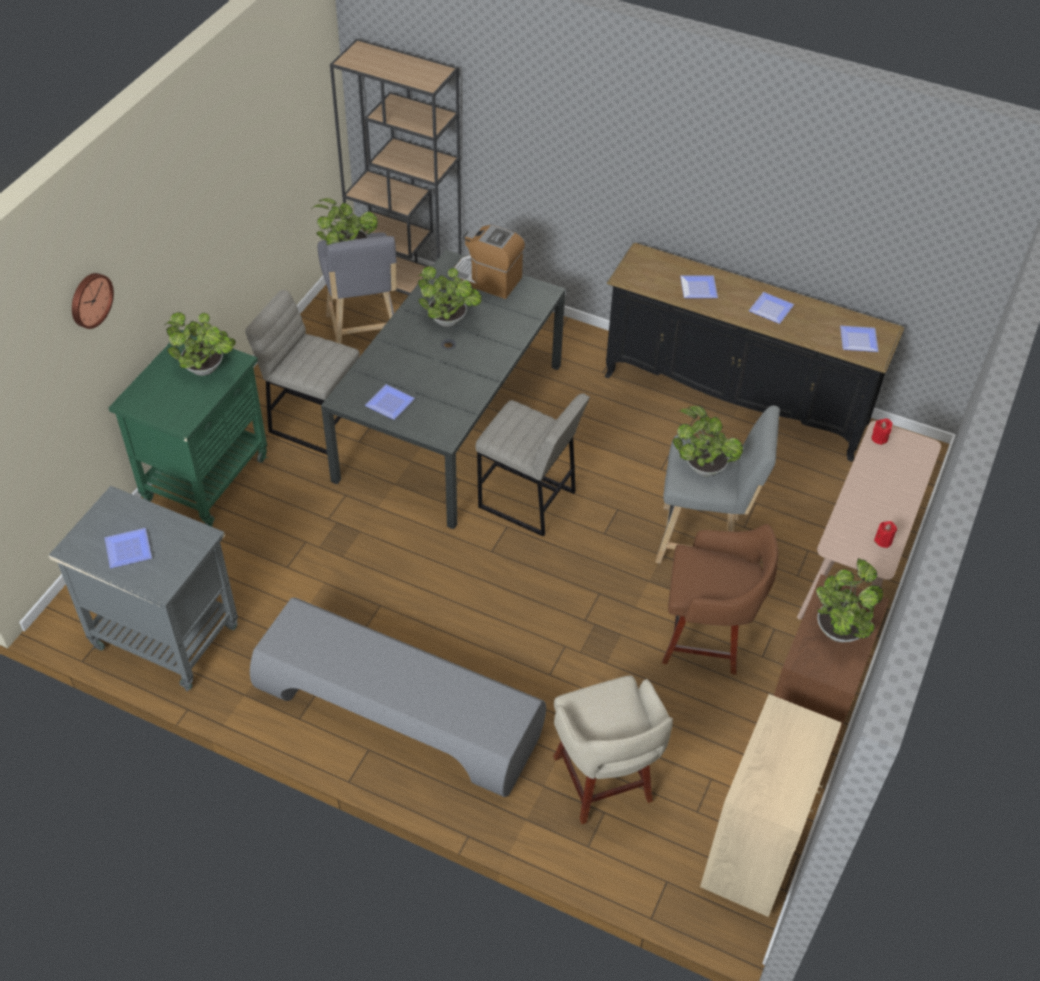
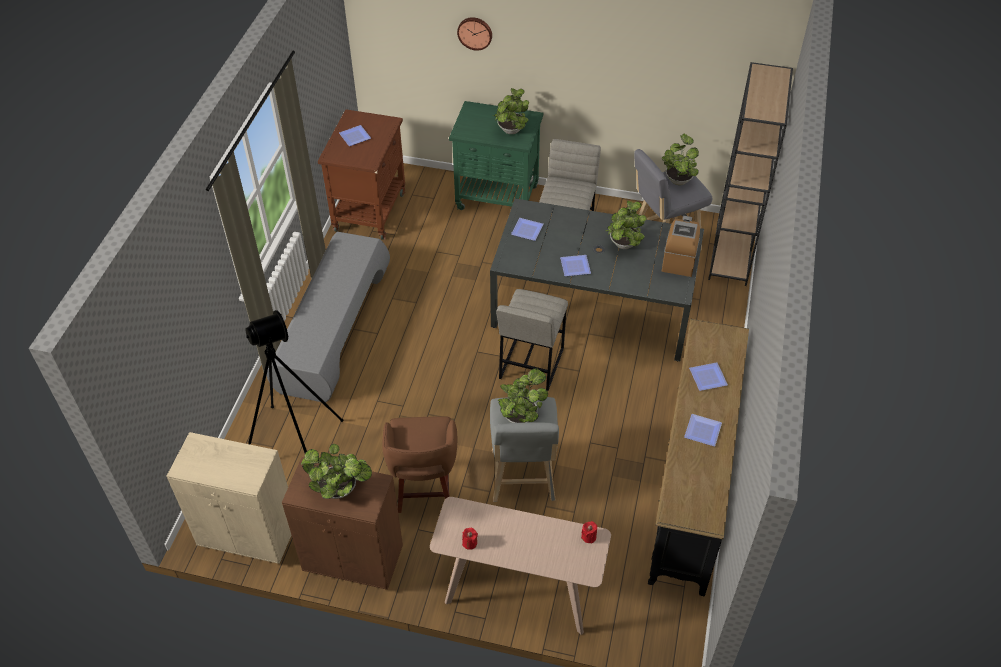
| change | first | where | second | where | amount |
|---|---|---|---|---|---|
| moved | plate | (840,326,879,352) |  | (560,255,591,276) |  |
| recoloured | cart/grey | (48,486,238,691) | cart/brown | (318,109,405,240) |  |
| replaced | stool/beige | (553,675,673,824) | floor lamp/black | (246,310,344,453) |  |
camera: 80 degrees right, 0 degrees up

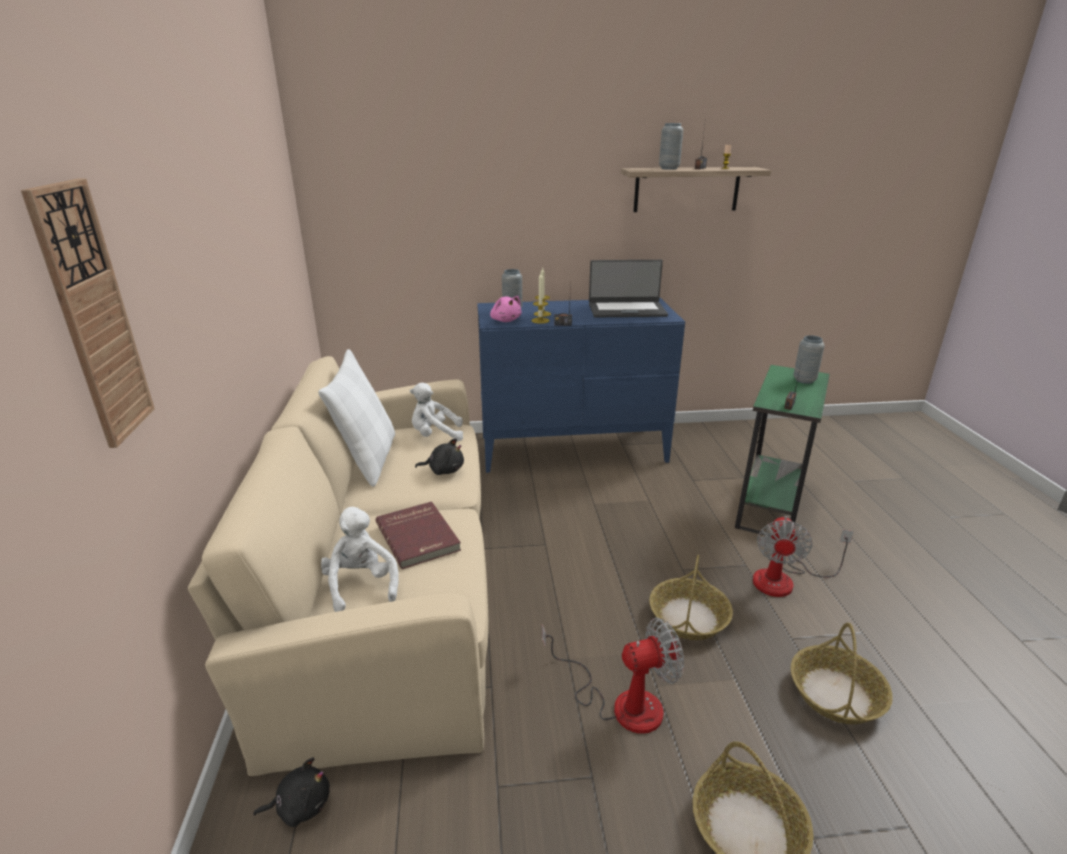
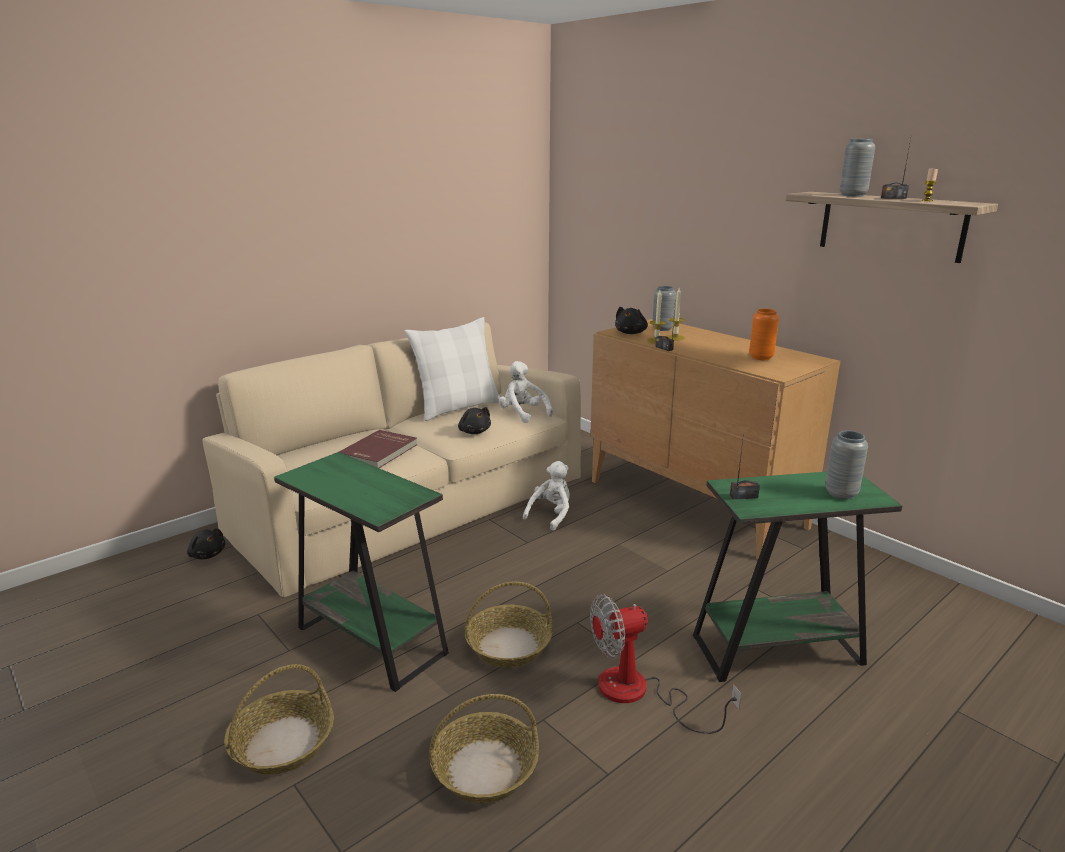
| change | first | where | second | where | amount |
|---|---|---|---|---|---|
| removed | wall clock | (21,178,155,448) |  |  |  |
| replaced | laptop | (589,260,668,317) | vase/orange | (749,309,779,360) |  |
| recoloured | plush toy/pink | (490,296,522,322) | plush toy/black | (615,307,648,334) |  |
| recoloured | cabinet/blue | (477,298,685,473) | cabinet/brown | (590,319,841,559) |  |
| moved | plush toy/white | (321,507,399,612) |  | (523,461,570,531) |  |
| replaced | fan | (542,618,684,734) | side table/green | (274,452,449,692) |  |
camera: 55 degrees right, 5 degrees down

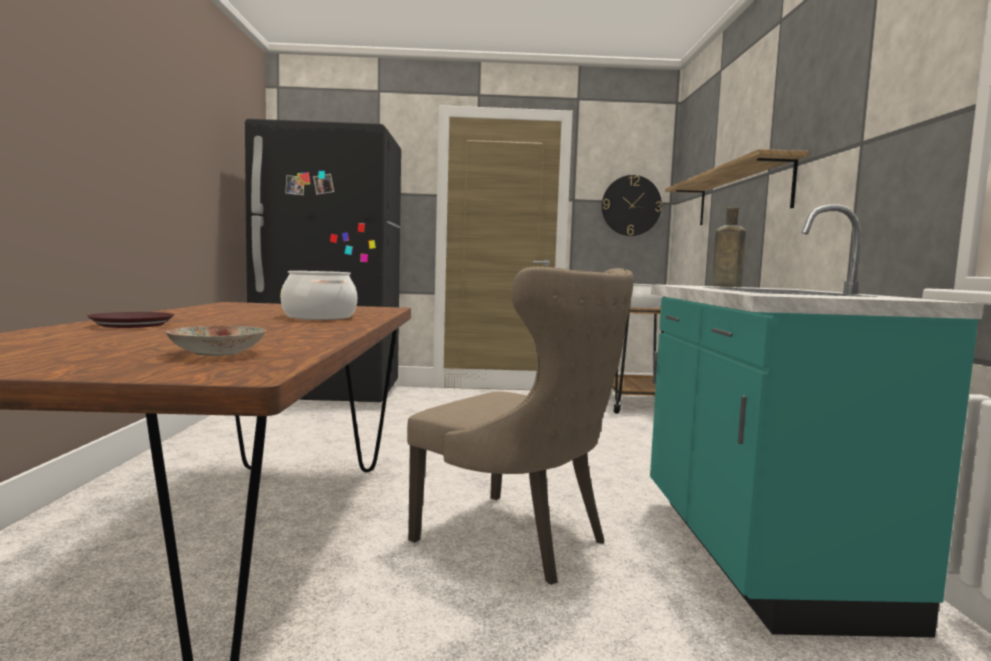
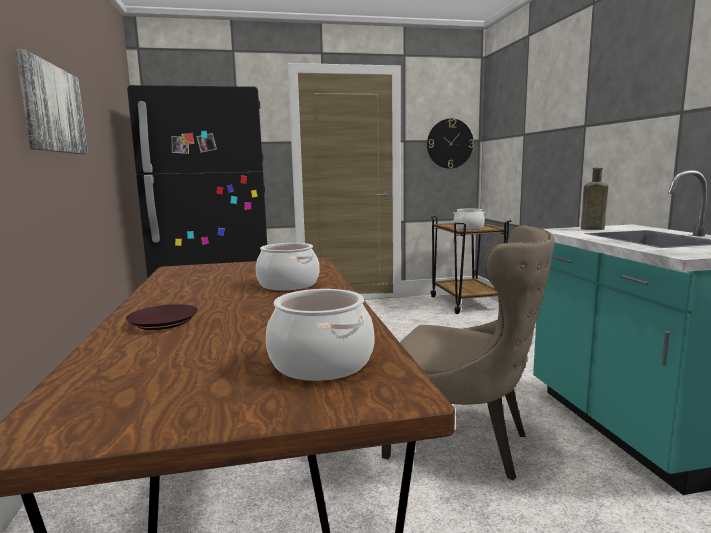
| change | first | where | second | where | amount |
|---|---|---|---|---|---|
| removed | shelf | (665,149,809,225) |  |  |  |
| replaced | plate | (165,326,266,356) | cooking pot | (266,289,375,381) |  |
| added |  |  | picture | (15,49,88,154) |  |
camera: 10 degrees left, 5 degrees up

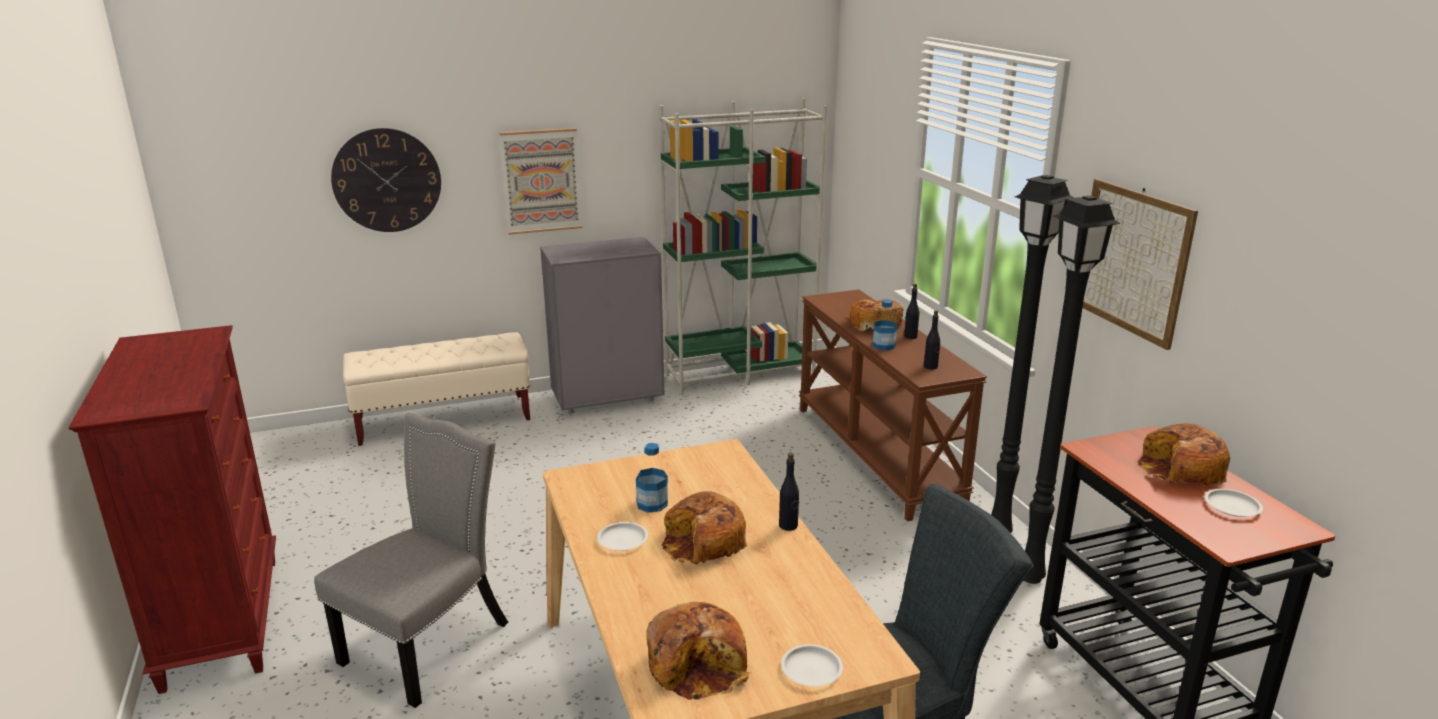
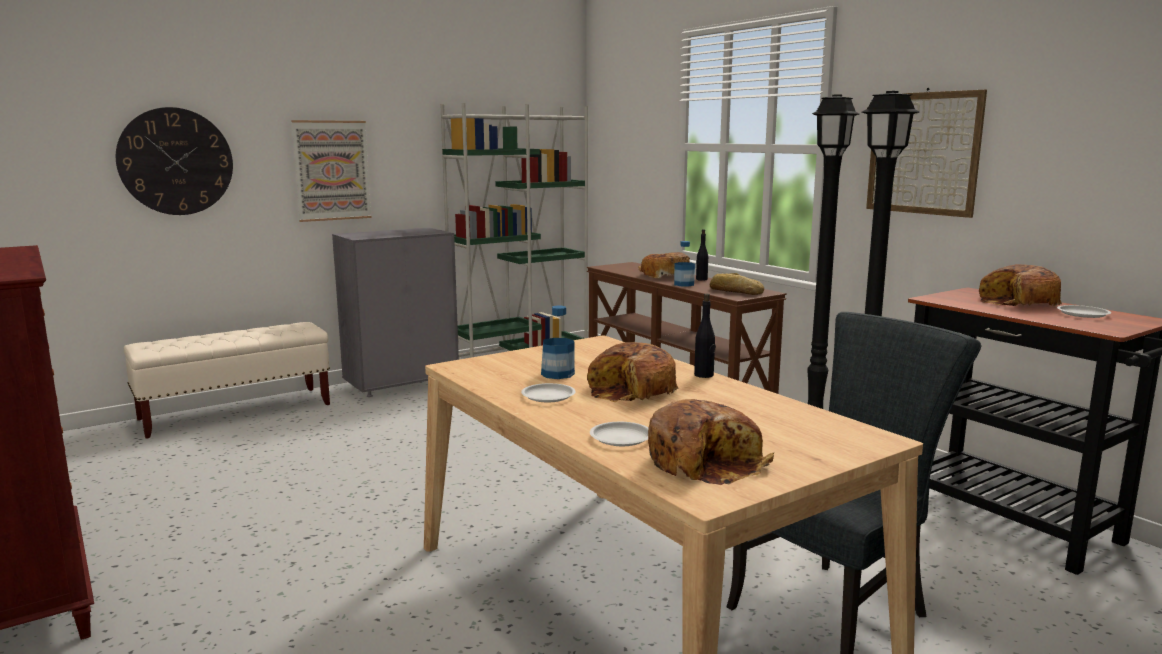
| change | first | where | second | where | amount |
|---|---|---|---|---|---|
| replaced | bottle/black | (924,310,940,369) | bread | (710,273,764,295) |  |
| removed | chair/grey | (314,413,509,708) |  |  |  |
| moved | plate/white | (781,644,843,687) |  | (590,422,648,446) |  |
camera: 15 degrees left, 10 degrees down

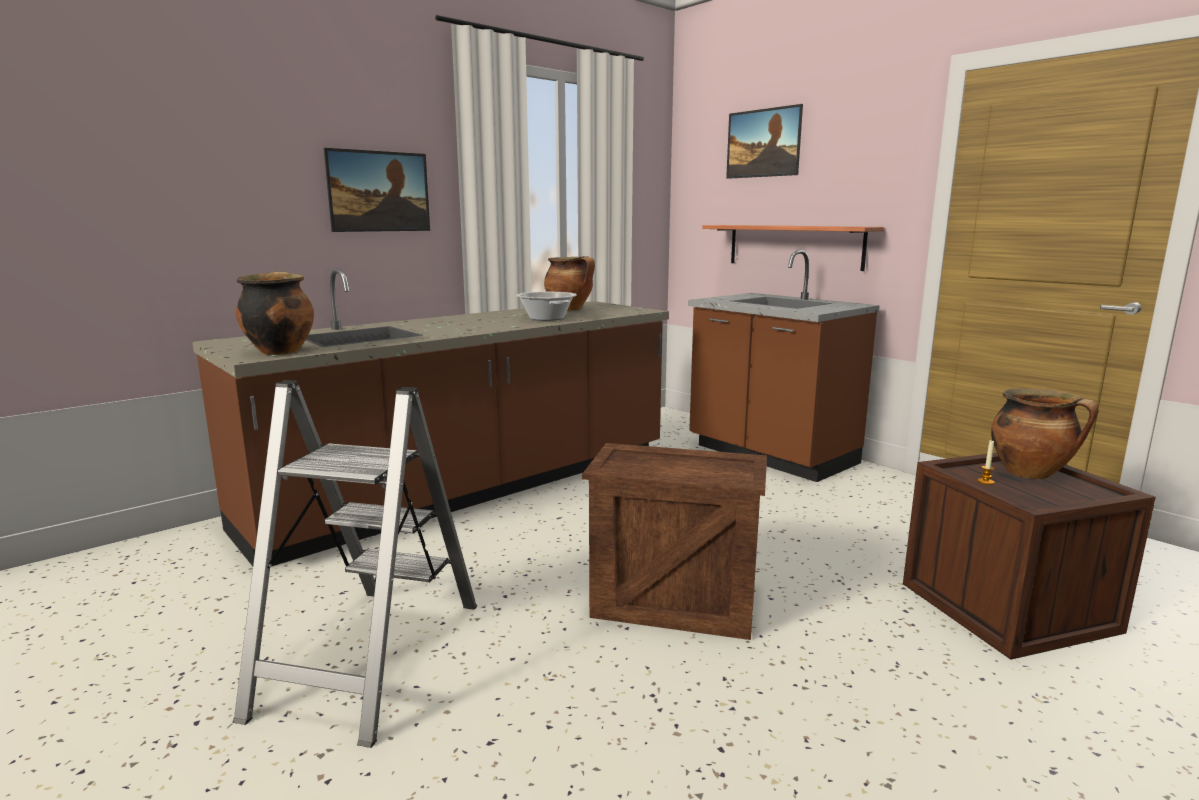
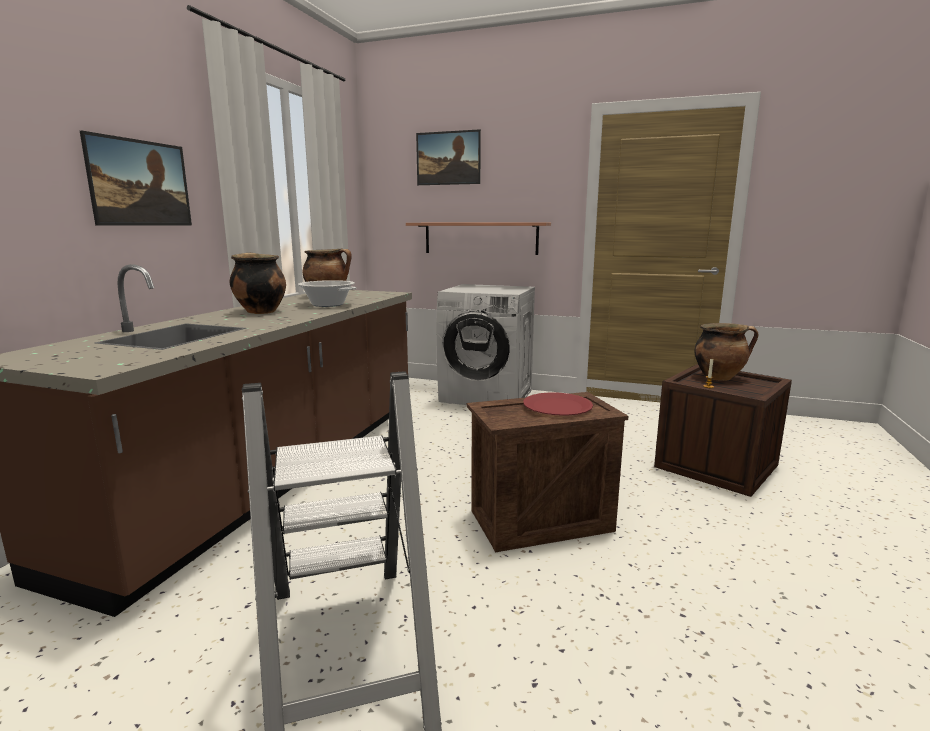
| change | first | where | second | where | amount |
|---|---|---|---|---|---|
| replaced | counter/brown | (688,250,880,482) | washing machine/white | (436,284,535,405) |  |
| moved | cooking pot | (236,272,314,355) |  | (230,253,286,314) |  |
| added |  |  | plate/red | (523,392,593,416) |  |
camera: 30 degrees left, 0 degrees up

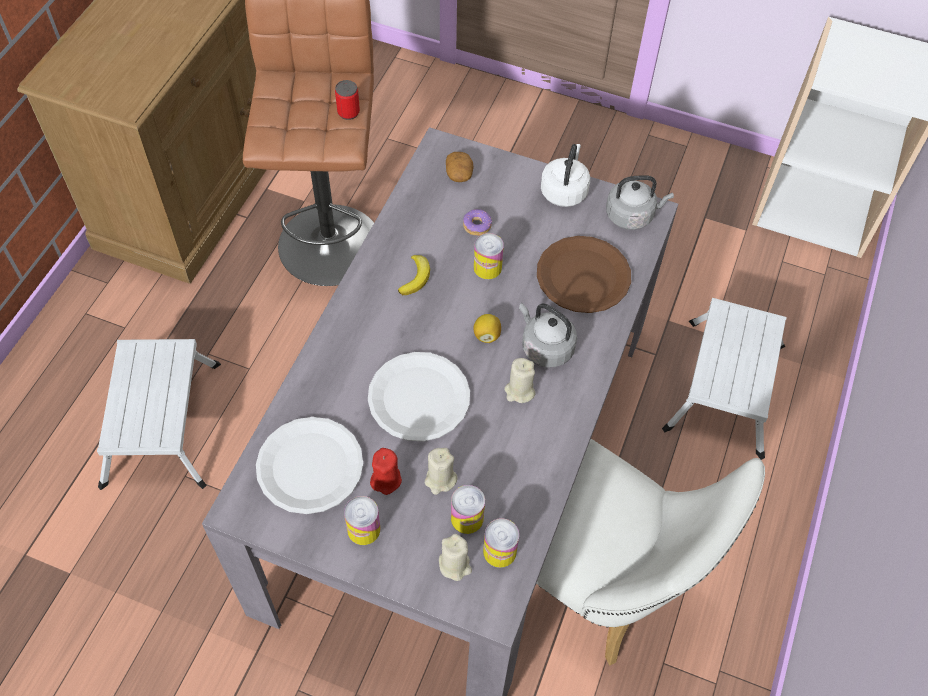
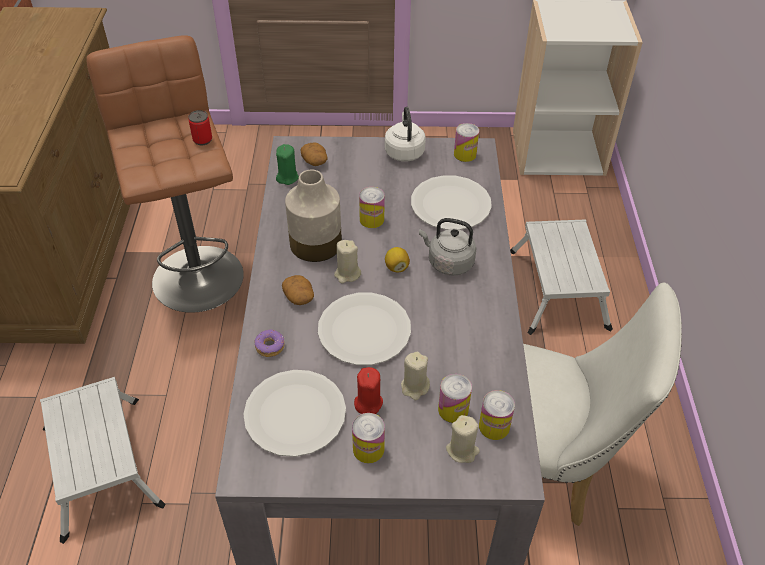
| change | first | where | second | where | amount |
|---|---|---|---|---|---|
| replaced | kettle/grey | (606,175,674,230) | can | (454,123,479,162) |  |
| moved | donut | (463,209,492,236) |  | (255,329,285,357) |  |
| recoloured | plate/brown | (537,236,631,313) | plate/white | (411,175,492,230) |  |
| replaced | banana | (398,255,430,295) | vase/beige | (285,170,342,262) |  |
| moved | candle/beige | (504,358,535,403) |  | (334,240,361,283) |  |
| added |  |  | candle/green | (276,144,299,185) |  |
| added |  |  | potato | (282,275,314,305) |  |
camera: 20 degrees left, 10 degrees down

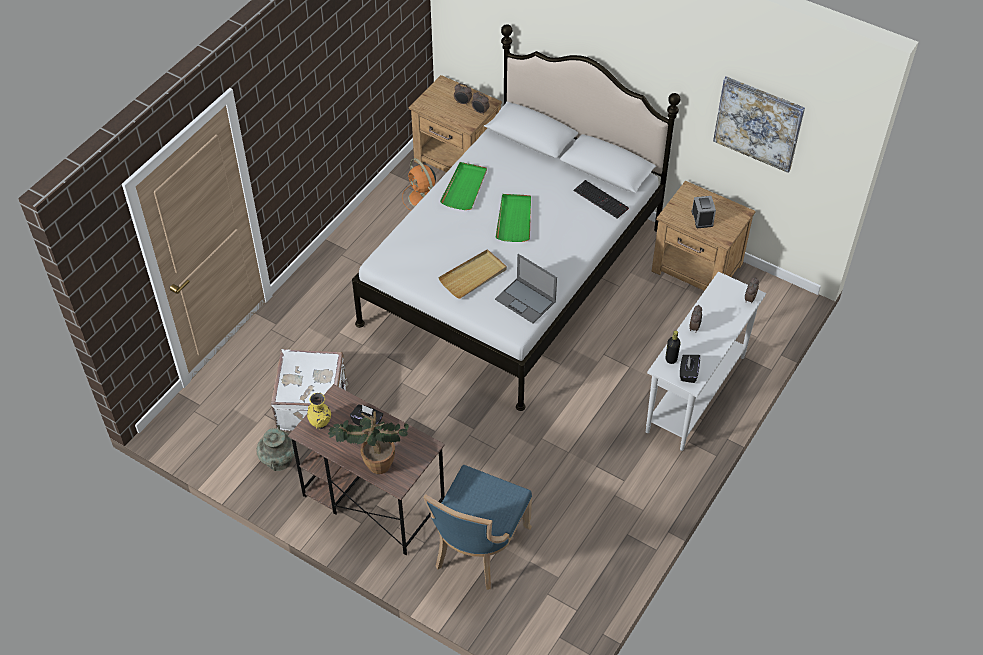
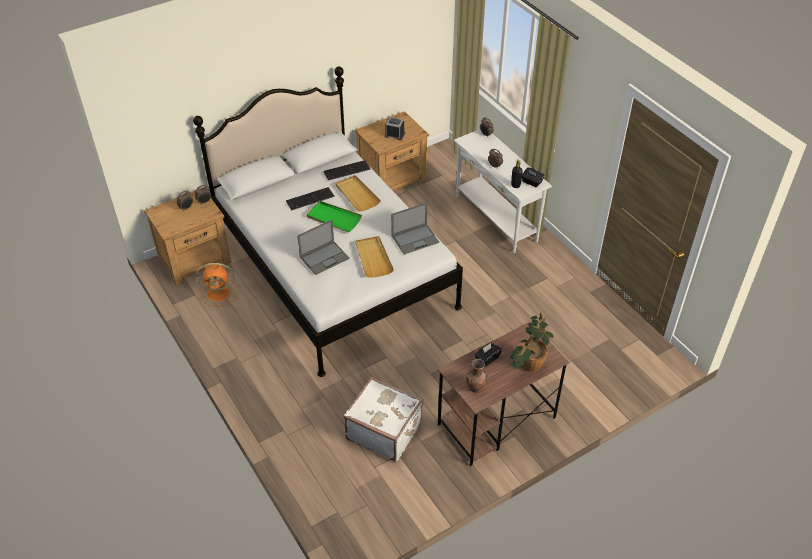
| change | first | where | second | where | amount |
|---|---|---|---|---|---|
| removed | picture | (713,76,805,173) |  |  |  |
| removed | tray/green | (440,162,487,210) |  |  |  |
| recoloured | vase/yellow | (307,393,331,429) | vase/brown | (466,359,488,392) |  |
| removed | vase/turquoise | (256,425,297,471) |  |  |  |
| removed | chair/blue | (424,465,532,590) |  |  |  |
| added |  |  | tray/beige | (336,175,381,212) |  |
| added |  |  | keyboard | (286,187,334,210) |  |
| added |  |  | laptop | (297,220,350,275) |  |
camera: 65 degrees left, 5 degrees down

